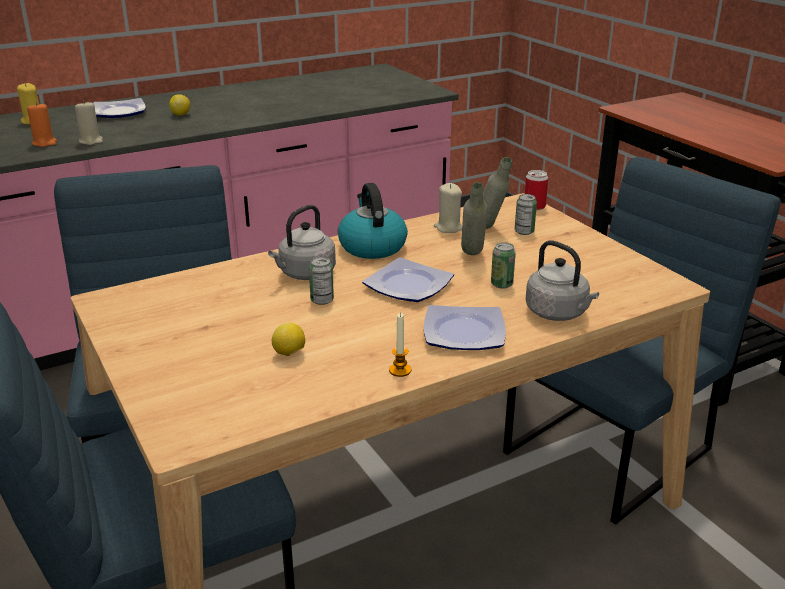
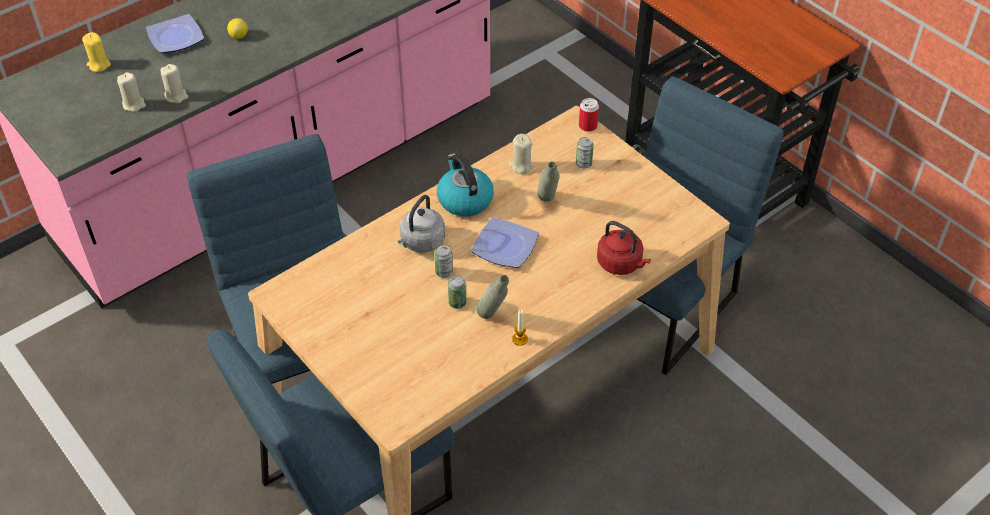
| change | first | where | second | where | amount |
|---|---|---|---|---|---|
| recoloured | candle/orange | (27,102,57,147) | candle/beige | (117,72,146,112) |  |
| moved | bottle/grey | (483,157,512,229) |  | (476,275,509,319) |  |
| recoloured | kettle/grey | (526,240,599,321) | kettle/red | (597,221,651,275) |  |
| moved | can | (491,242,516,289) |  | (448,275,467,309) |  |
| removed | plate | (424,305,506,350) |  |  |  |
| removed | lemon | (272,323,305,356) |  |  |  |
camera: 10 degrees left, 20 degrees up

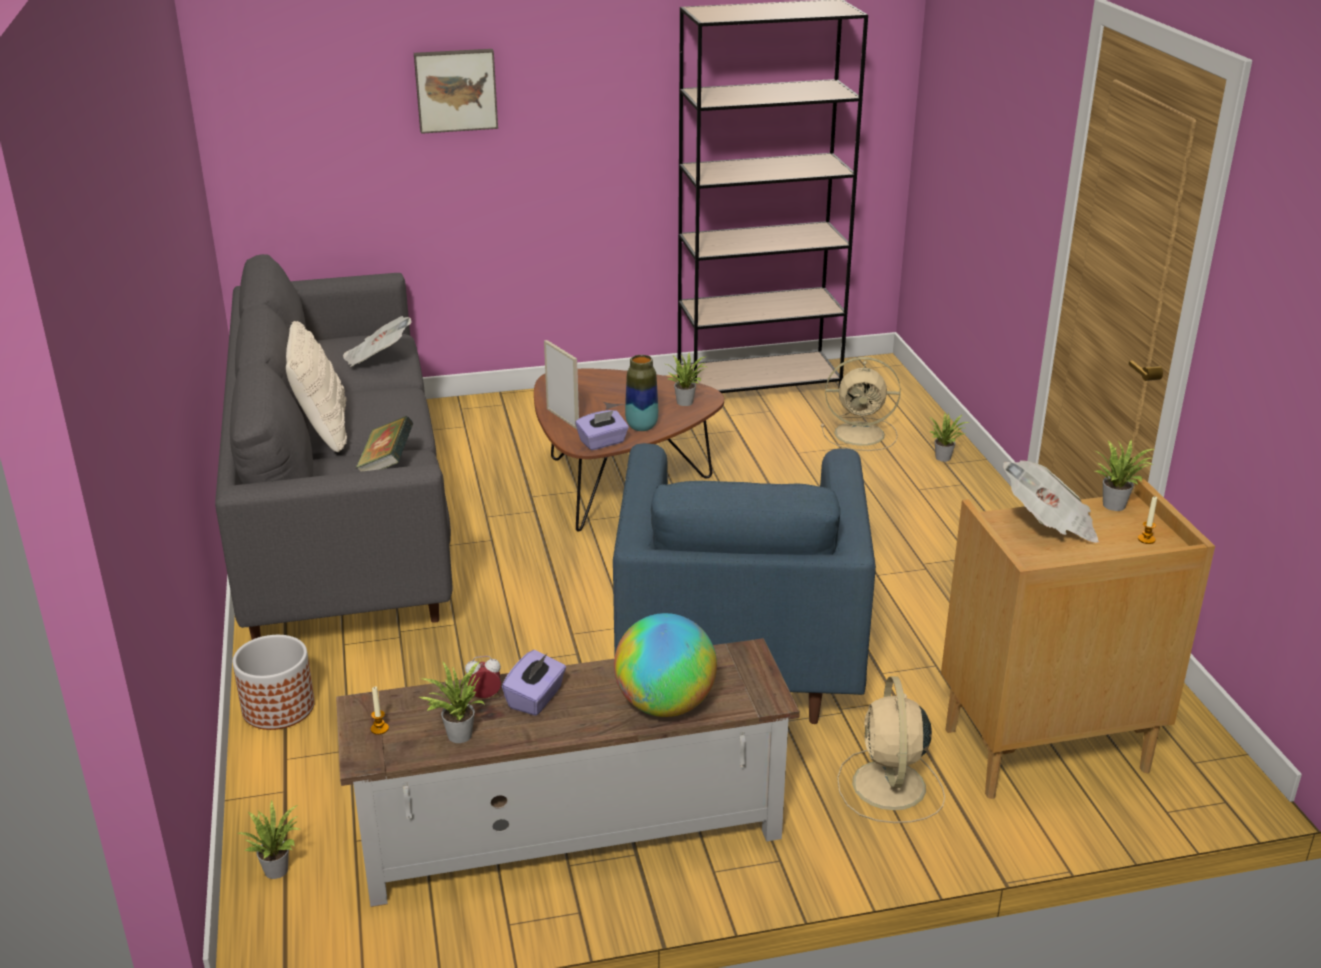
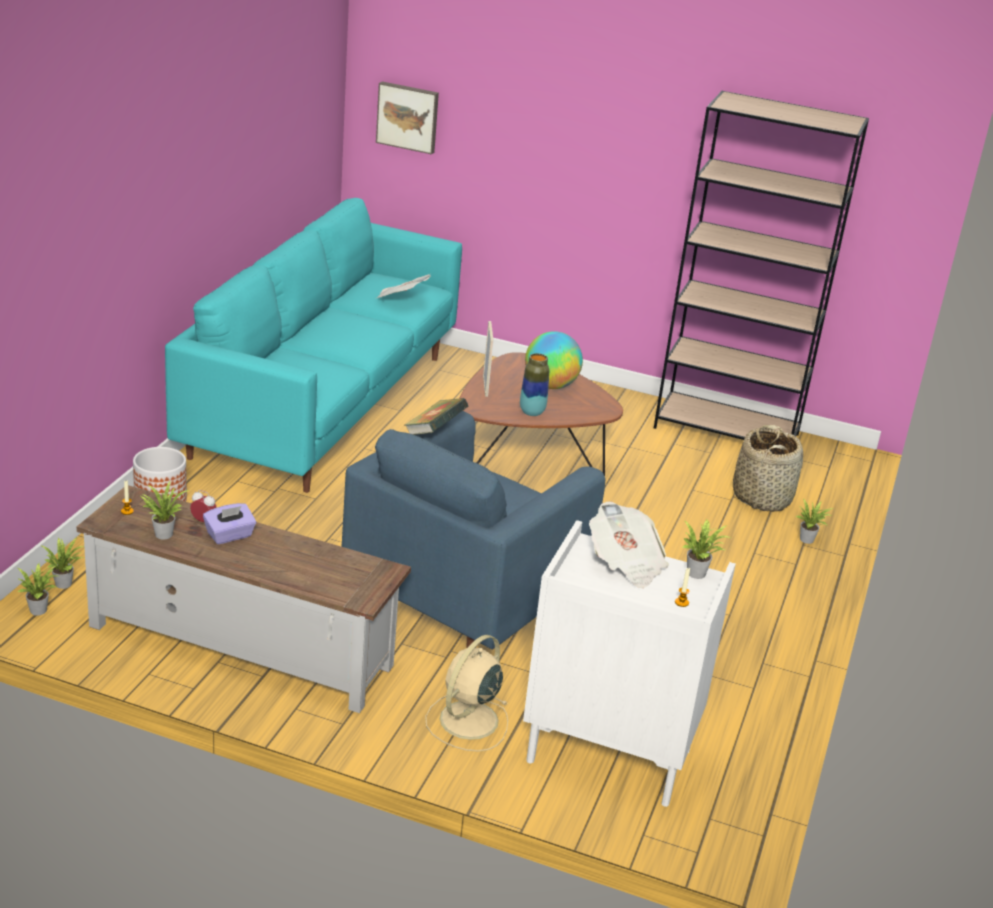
| change | first | where | second | where | amount |
|---|---|---|---|---|---|
| moved | picture | (414,49,498,134) |  | (376,81,439,155) |  |
| recoloured | sofa/grey | (215,254,452,640) | sofa/turquoise | (165,198,462,493) |  |
| removed | pillow/beige | (286,321,347,452) |  |  |  |
| moved | potted plant | (666,353,706,406) |  | (18,563,57,615) |  |
| replaced | fan/beige | (821,357,901,451) | basket | (733,425,803,512) |  |
| removed | tissue box/purple | (575,410,629,450) |  |  |  |
| moved | book | (356,416,414,472) |  | (404,398,469,435) |  |
| recoloured | cabinet/brown | (941,478,1215,799) | cabinet/white | (523,520,736,807) |  |
| moved | globe | (614,613,717,717) |  | (525,331,583,389) |  |
camera: 30 degrees right, 0 degrees up

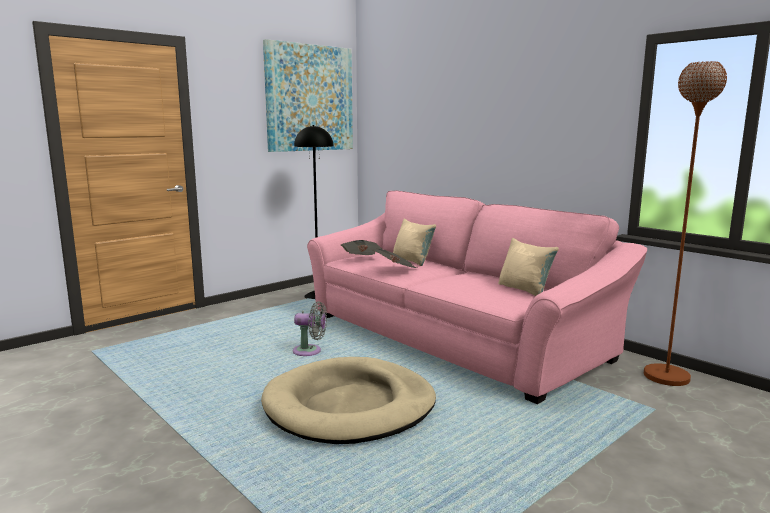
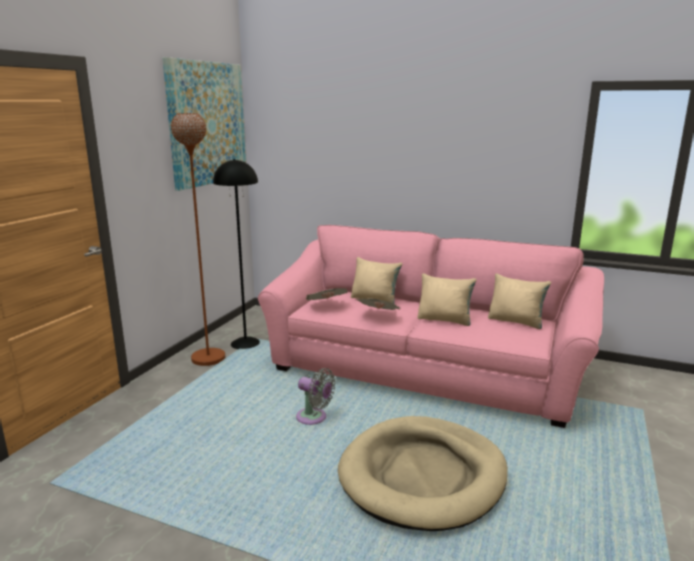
| change | first | where | second | where | amount |
|---|---|---|---|---|---|
| moved | floor lamp/brown | (644,61,727,386) |  | (171,113,225,366) |  |
| turned | fan/grey | (293,301,327,356) |  | (296,368,336,425) | 45 degrees clockwise |
| added |  |  | pillow/beige | (417,273,476,326) |  |
camera: 25 degrees left, 5 degrees up

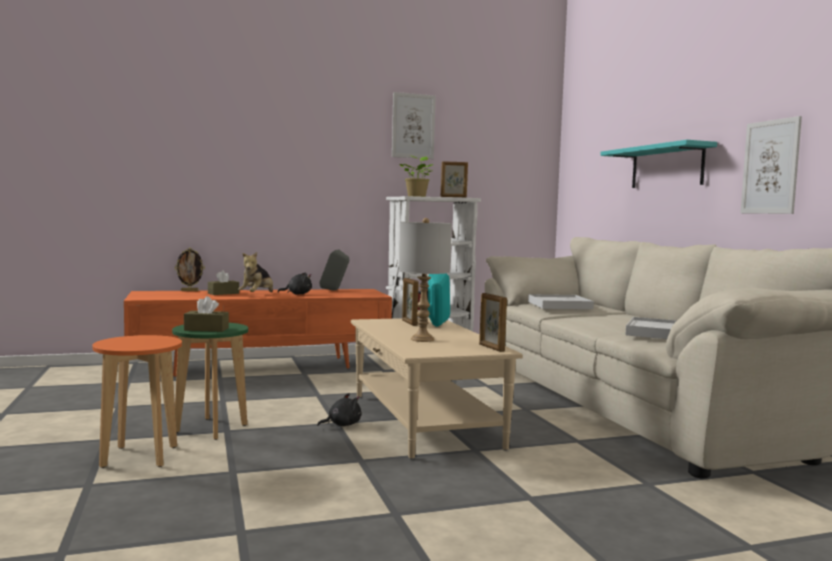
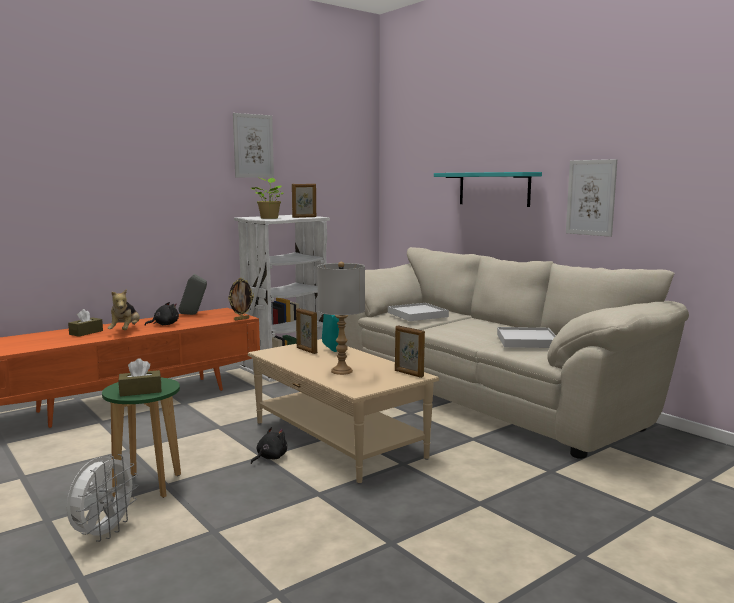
| change | first | where | second | where | amount |
|---|---|---|---|---|---|
| moved | picture frame | (175,248,205,291) |  | (228,278,254,320) |  |
| replaced | stool/orange | (92,335,182,468) | fan/white | (67,454,139,542) |  |
camera: 20 degrees left, 5 degrees up

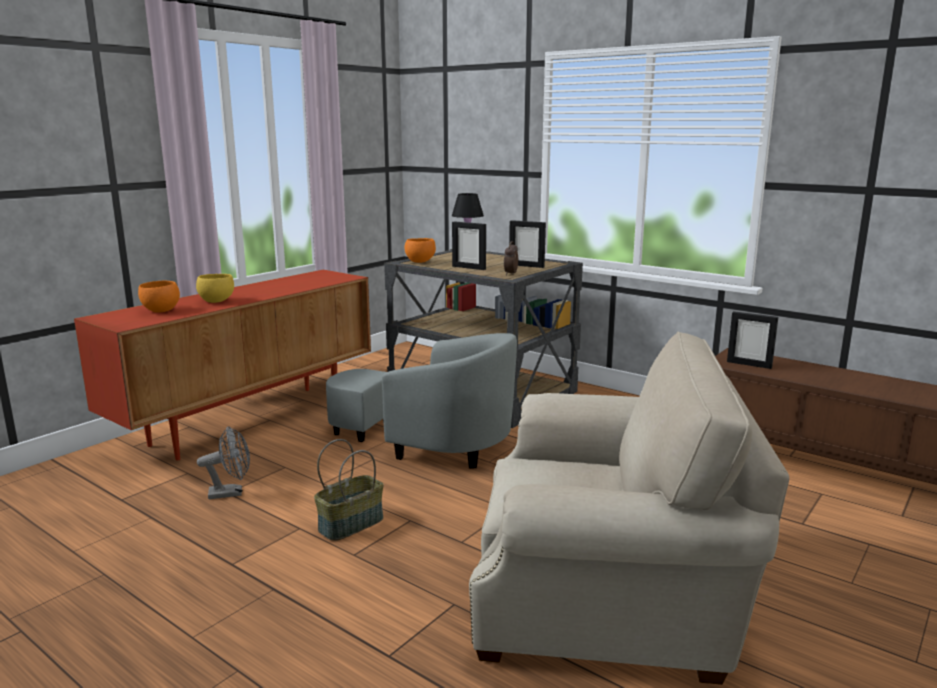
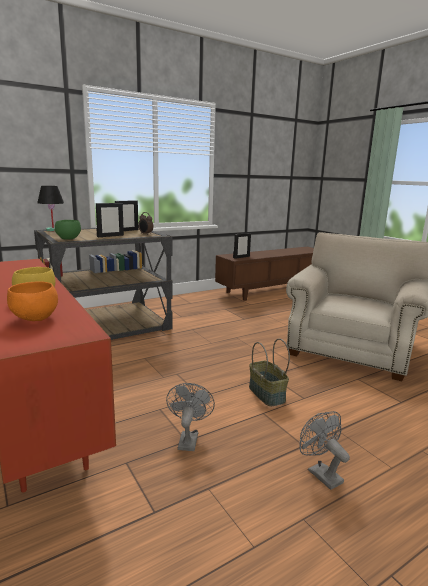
| change | first | where | second | where | amount |
|---|---|---|---|---|---|
| recoloured | bowl/orange | (405,238,436,263) | bowl/green | (55,220,81,240) |  |
| removed | armchair/grey | (326,333,517,468) |  |  |  |
| added |  |  | fan/grey | (299,411,350,490) |  |
camera: 70 degrees left, 0 degrees up

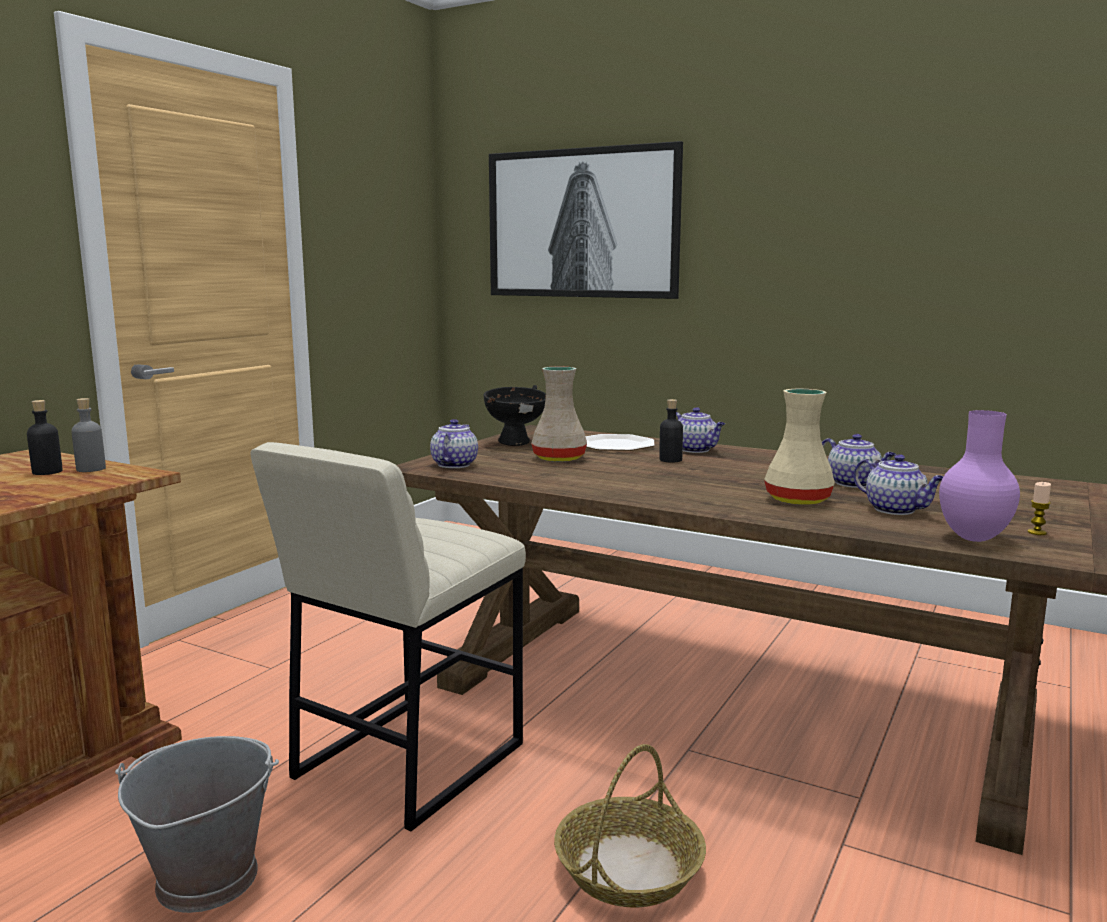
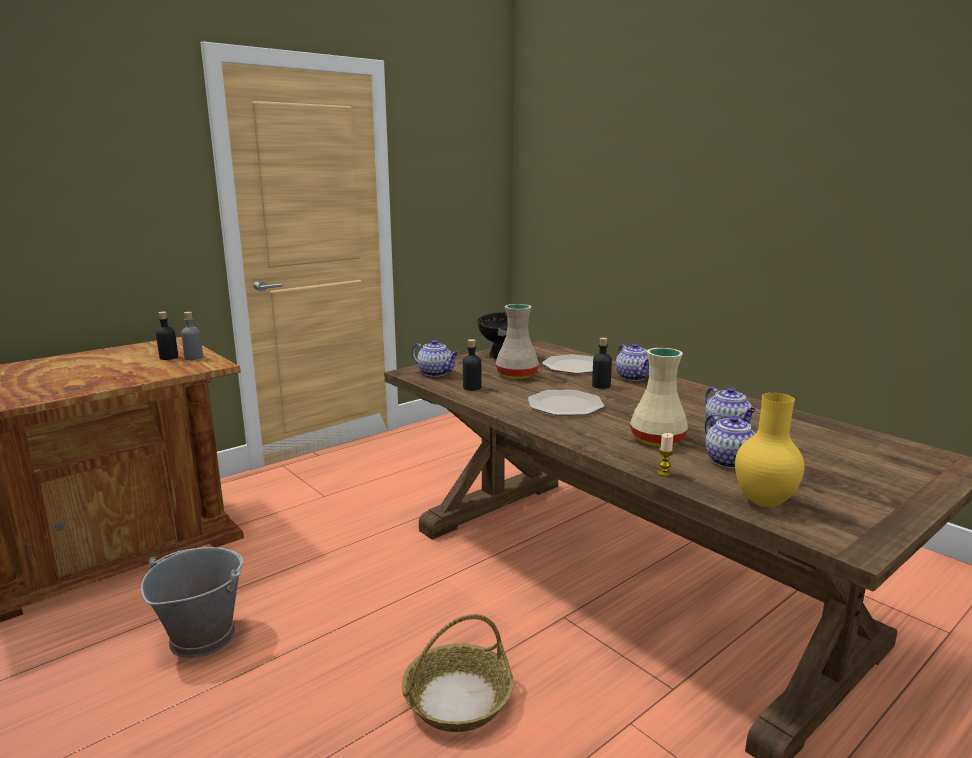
| change | first | where | second | where | amount |
|---|---|---|---|---|---|
| removed | picture | (489,141,683,299) |  |  |  |
| recoloured | vase/purple | (939,410,1020,542) | vase/yellow | (735,393,805,507) |  |
| turned | teapot | (430,419,478,468) |  | (412,340,459,377) | 90 degrees clockwise |
| removed | chair/beige | (250,442,526,831) |  |  |  |
| moved | candle | (1027,482,1051,535) |  | (657,433,674,477) |  |
| added |  |  | bottle/black | (463,339,482,391) |  |
| added |  |  | plate | (528,390,604,416) |  |
camera: 20 degrees right, 5 degrees up

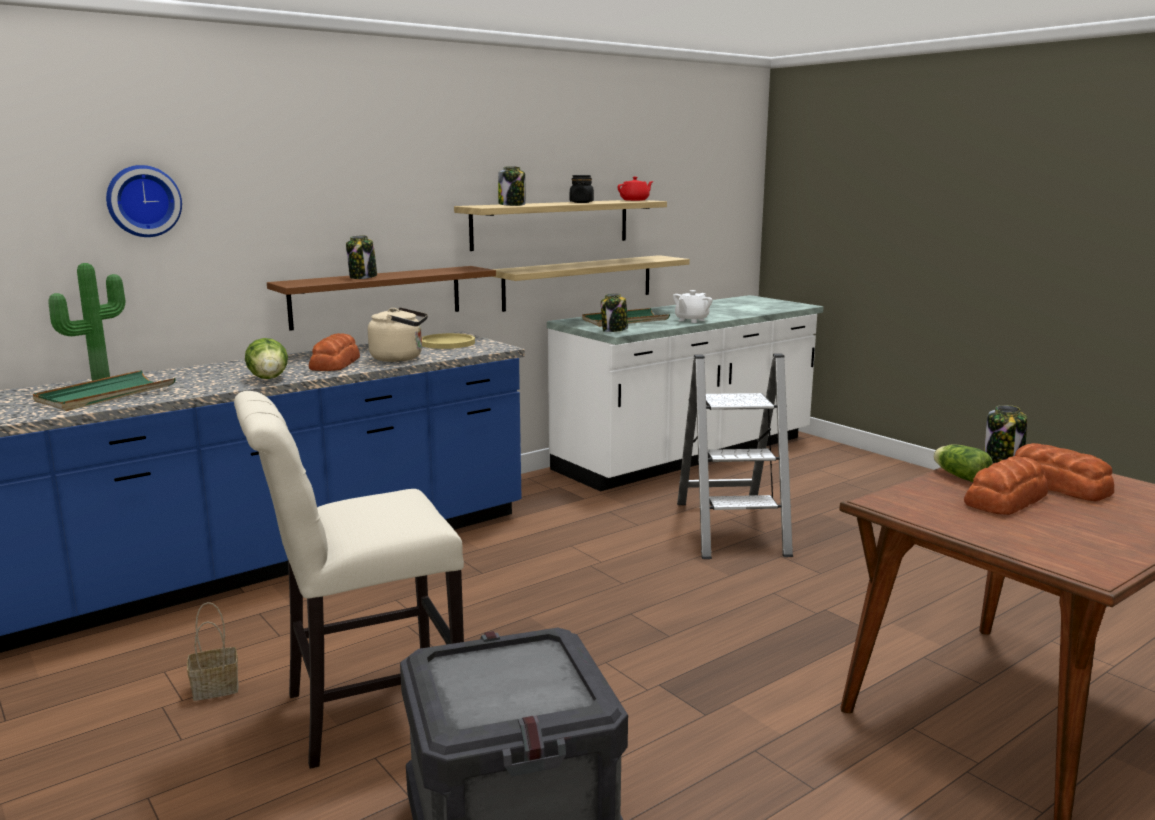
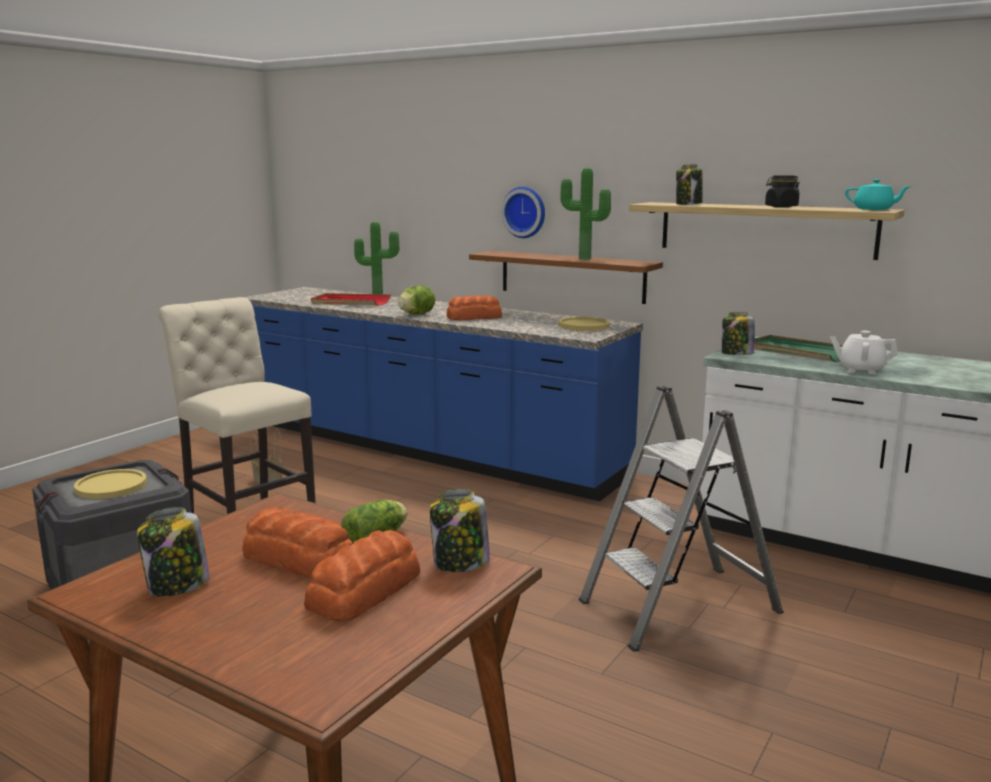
| change | first | where | second | where | amount |
|---|---|---|---|---|---|
| moved | wall clock | (106,165,182,237) |  | (501,187,545,238) |  |
| recoloured | teapot/red | (618,177,654,201) | teapot/turquoise | (845,179,911,210) |  |
| moved | jar | (346,235,377,279) |  | (137,507,210,597) |  |
| removed | shelf | (492,255,690,312) |  |  |  |
| removed | kettle/beige | (368,307,428,362) |  |  |  |
| recoloured | tray/green | (33,370,176,411) | tray/red | (311,293,391,306) |  |
| added |  |  | potted plant | (560,167,611,260) |  |
| added |  |  | plate/yellow | (74,469,147,499) |  |
camera: 70 degrees right, 0 degrees up

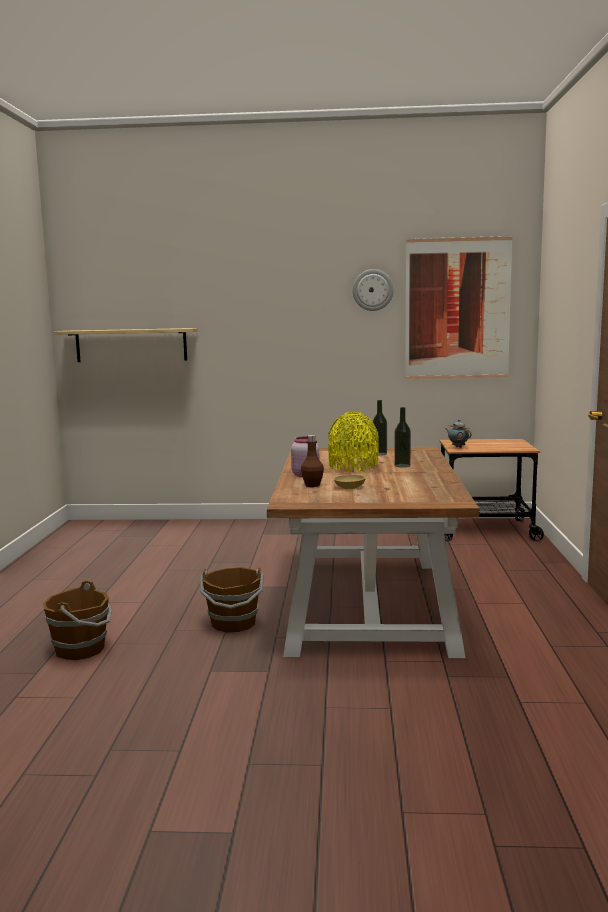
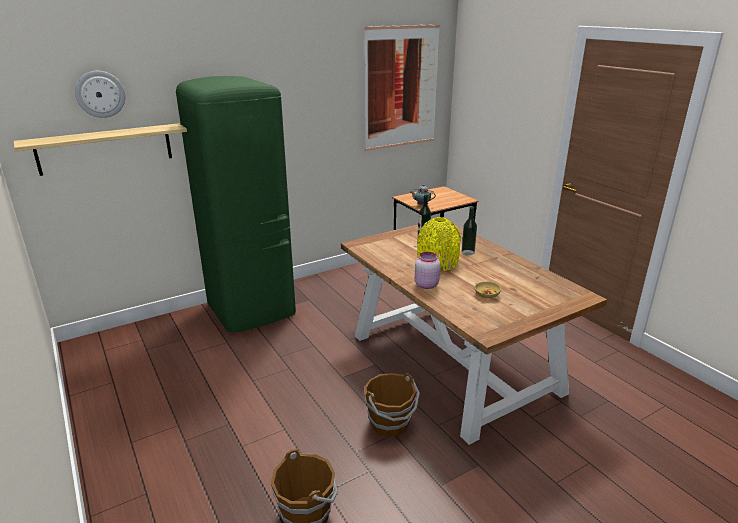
| change | first | where | second | where | amount |
|---|---|---|---|---|---|
| moved | wall clock | (353,269,394,311) |  | (75,71,125,118) |  |
| removed | bottle/brown | (301,435,324,487) |  |  |  |
| added |  |  | fridge/green | (176,76,296,333) |  |
camera: 35 degrees left, 15 degrees up

